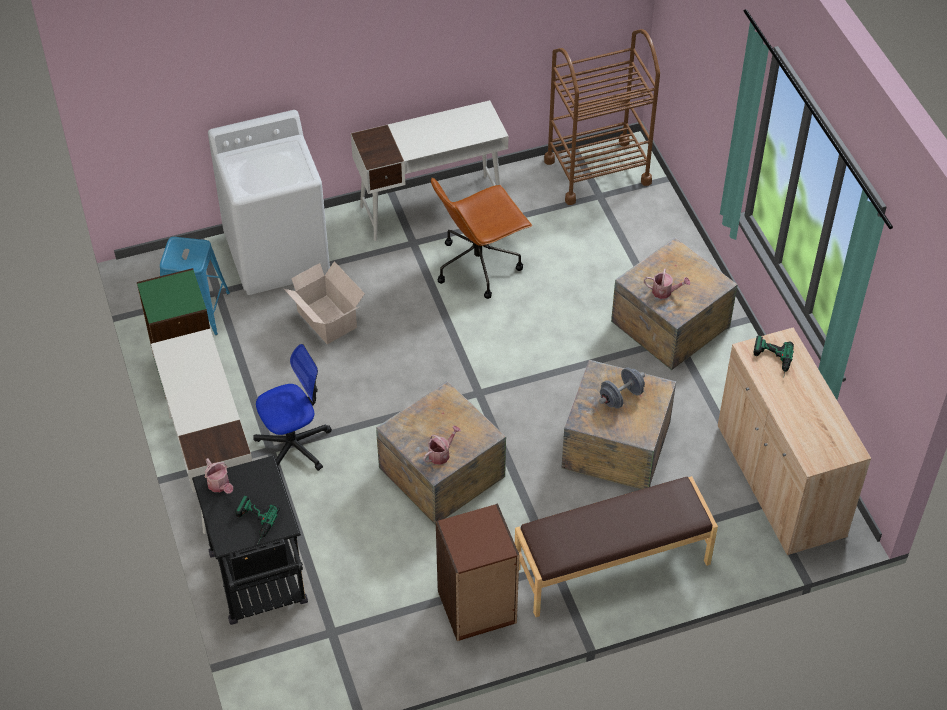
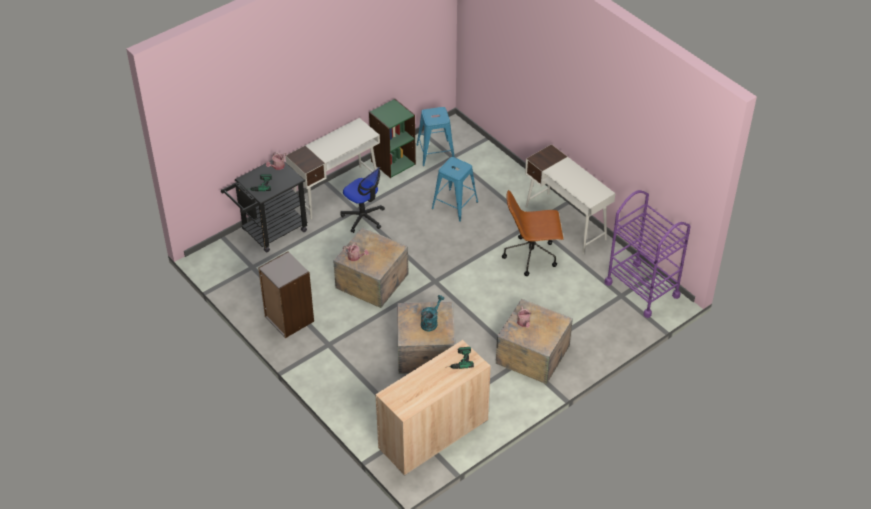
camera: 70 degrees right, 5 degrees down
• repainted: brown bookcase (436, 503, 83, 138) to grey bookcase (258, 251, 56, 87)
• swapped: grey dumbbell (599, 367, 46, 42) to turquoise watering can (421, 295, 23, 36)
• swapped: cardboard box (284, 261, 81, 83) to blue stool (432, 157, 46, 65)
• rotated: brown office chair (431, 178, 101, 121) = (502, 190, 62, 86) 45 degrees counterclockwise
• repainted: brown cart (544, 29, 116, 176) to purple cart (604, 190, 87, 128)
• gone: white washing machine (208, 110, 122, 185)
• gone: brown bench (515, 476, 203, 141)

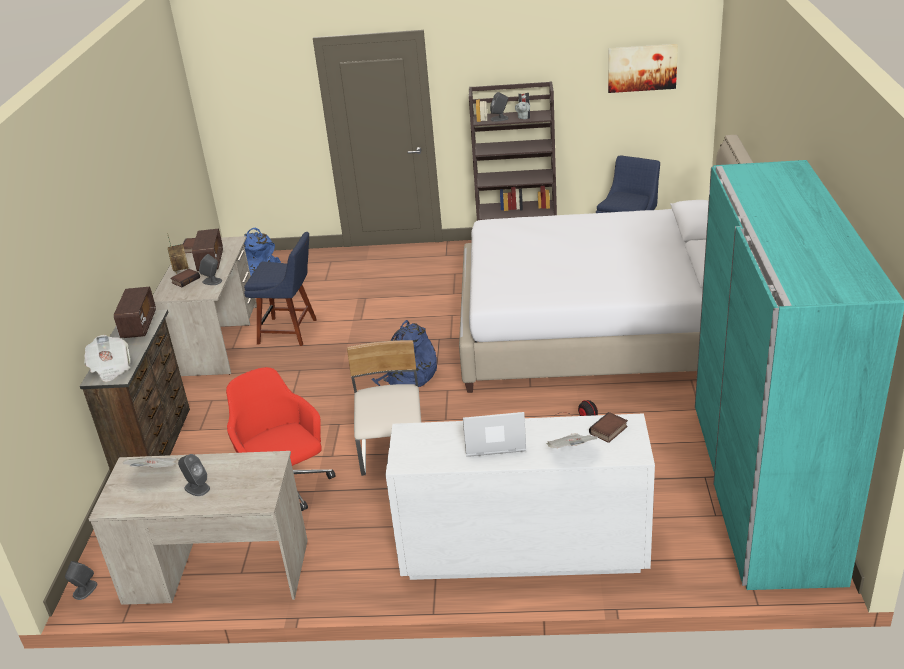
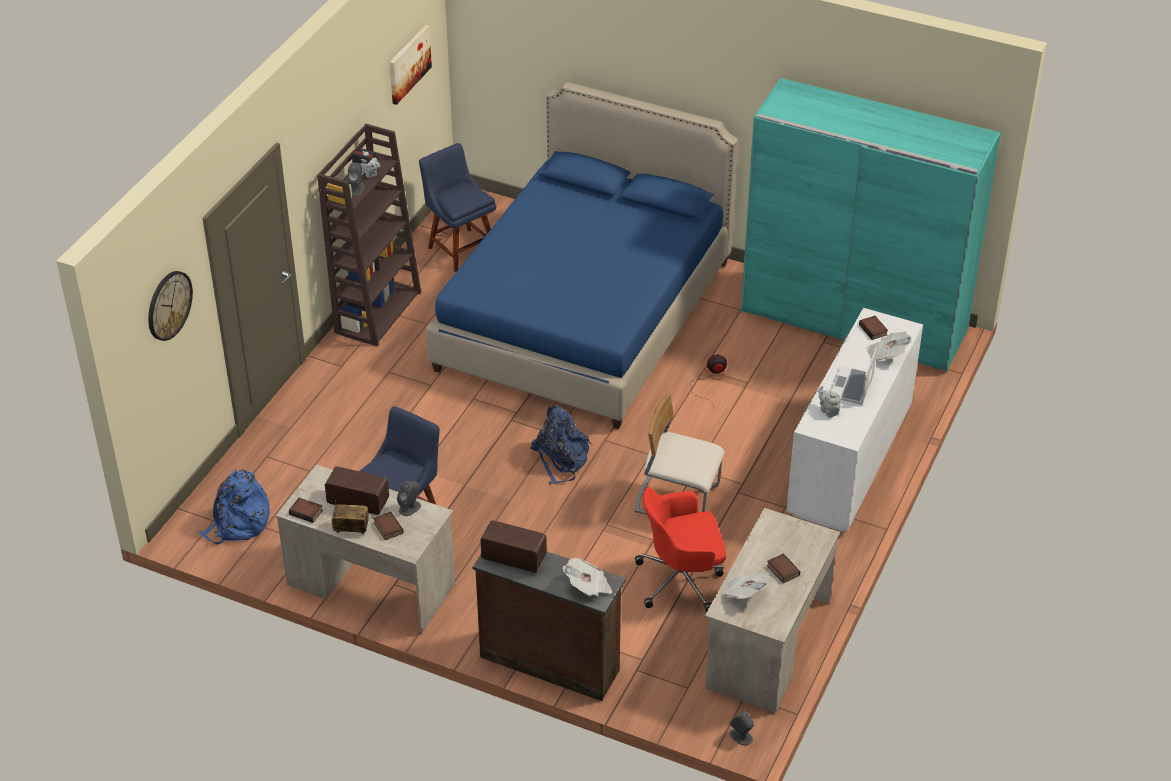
camera: 70 degrees left, 10 degrees up
• new: wall clock (148, 271, 45, 70)
• repainted: white bed (459, 135, 294, 258) to blue bed (426, 82, 312, 347)
• swapped: grey speaker (178, 454, 32, 42) to book (767, 553, 33, 30)
• new: grey teapot (818, 386, 23, 31)

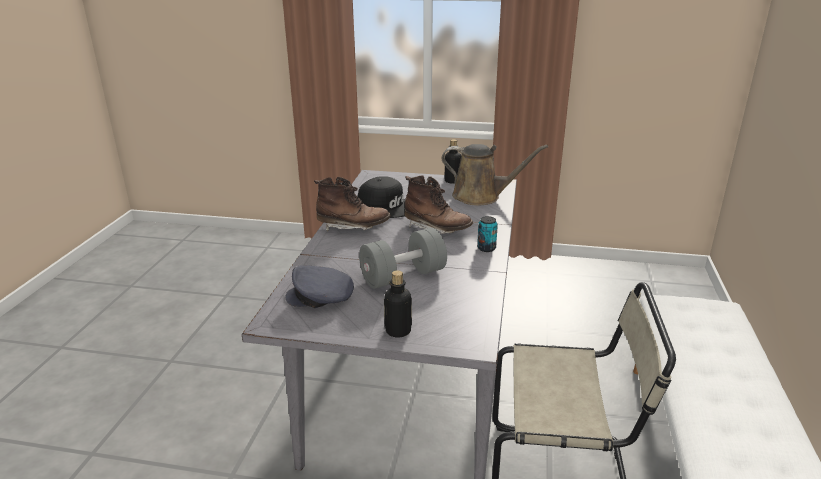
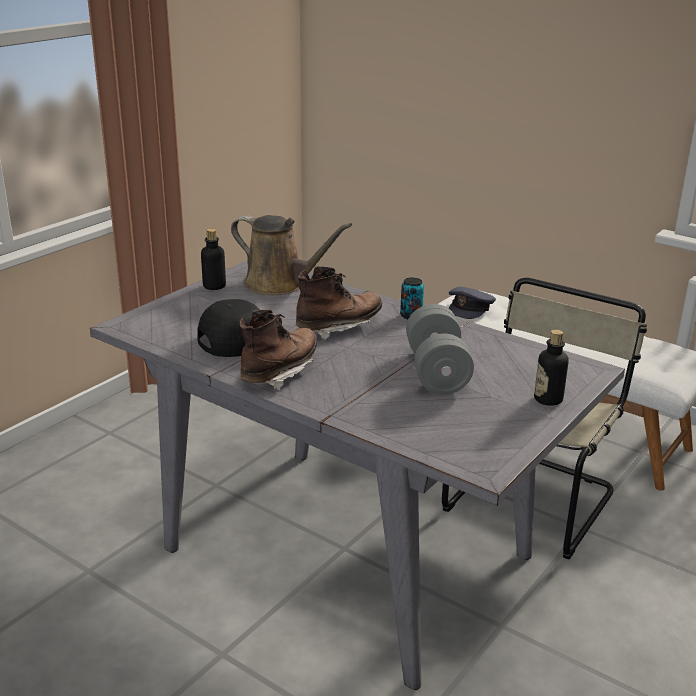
camera: 65 degrees left, 0 degrees up
• rotated: brown watering can (442, 144, 106, 61) = (231, 215, 121, 80) 75 degrees clockwise
• shifted: grey cap (285, 265, 69, 43) to (449, 287, 47, 32)

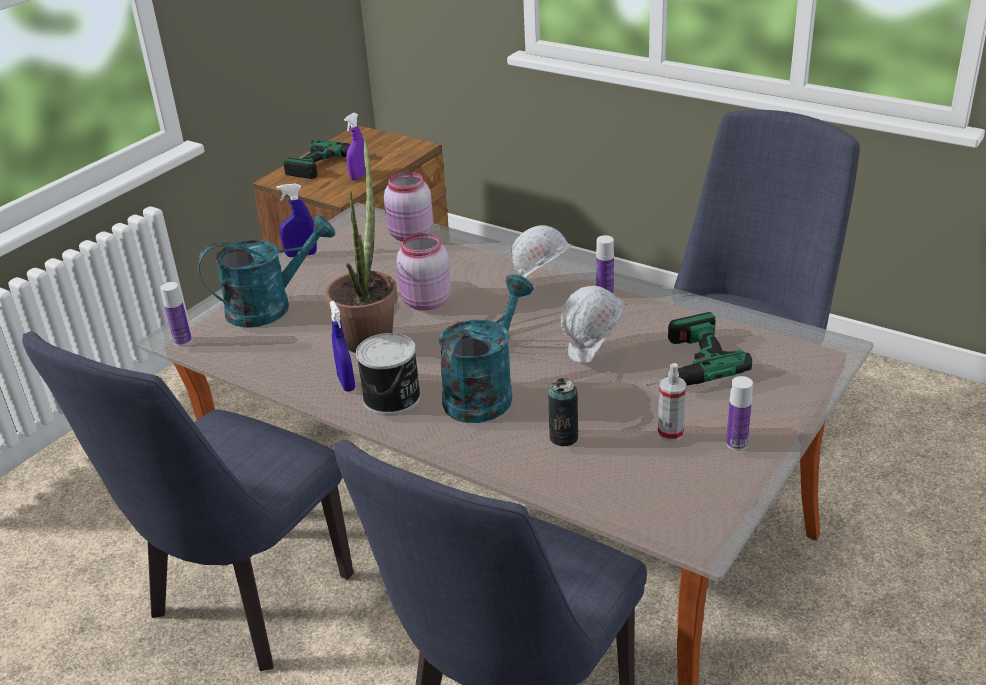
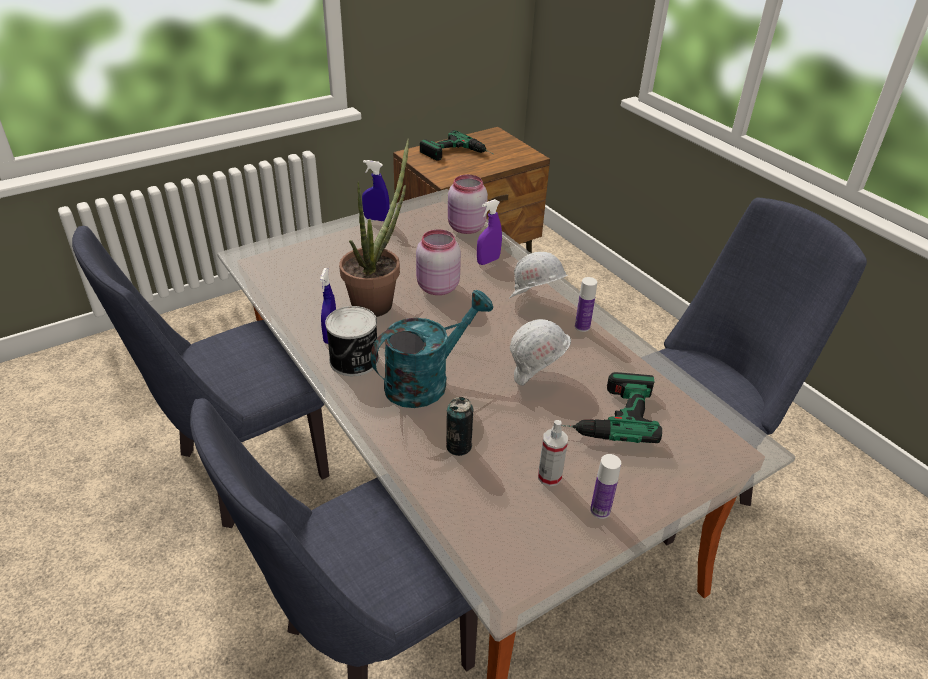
camera: 20 degrees right, 5 degrees up
• shifted: purple spray bottle (344, 113, 22, 67) to (477, 199, 25, 66)
• gone: bottle (160, 282, 32, 64)
• gone: turquoise watering can (197, 215, 138, 113)

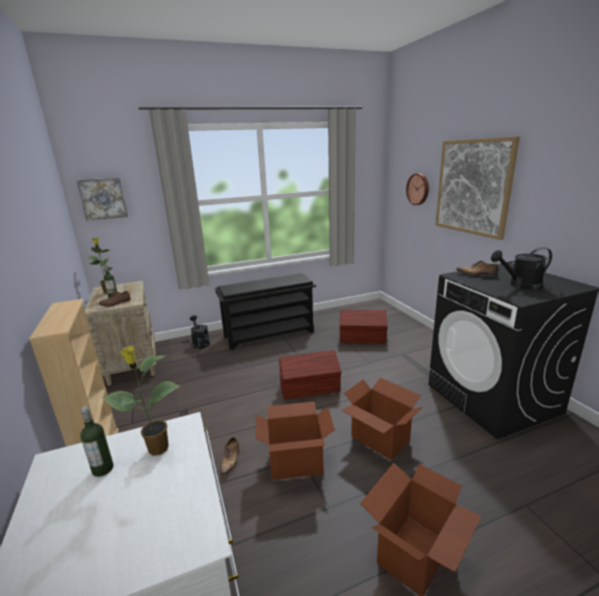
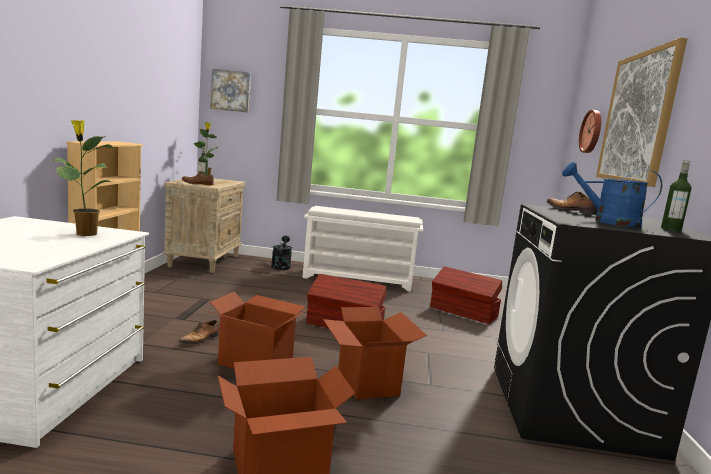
camera: 25 degrees right, 10 degrees down
• repainted: black shoe rack (215, 273, 101, 77) to white shoe rack (302, 206, 121, 86)
• repainted: black watering can (491, 247, 61, 43) to blue watering can (562, 161, 100, 67)
• shifted: bottle (80, 406, 34, 71) to (661, 160, 31, 71)

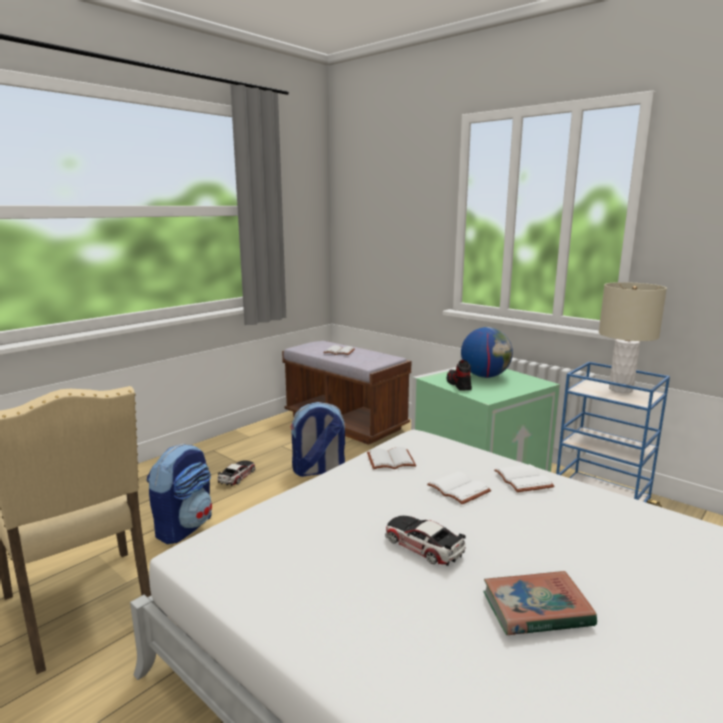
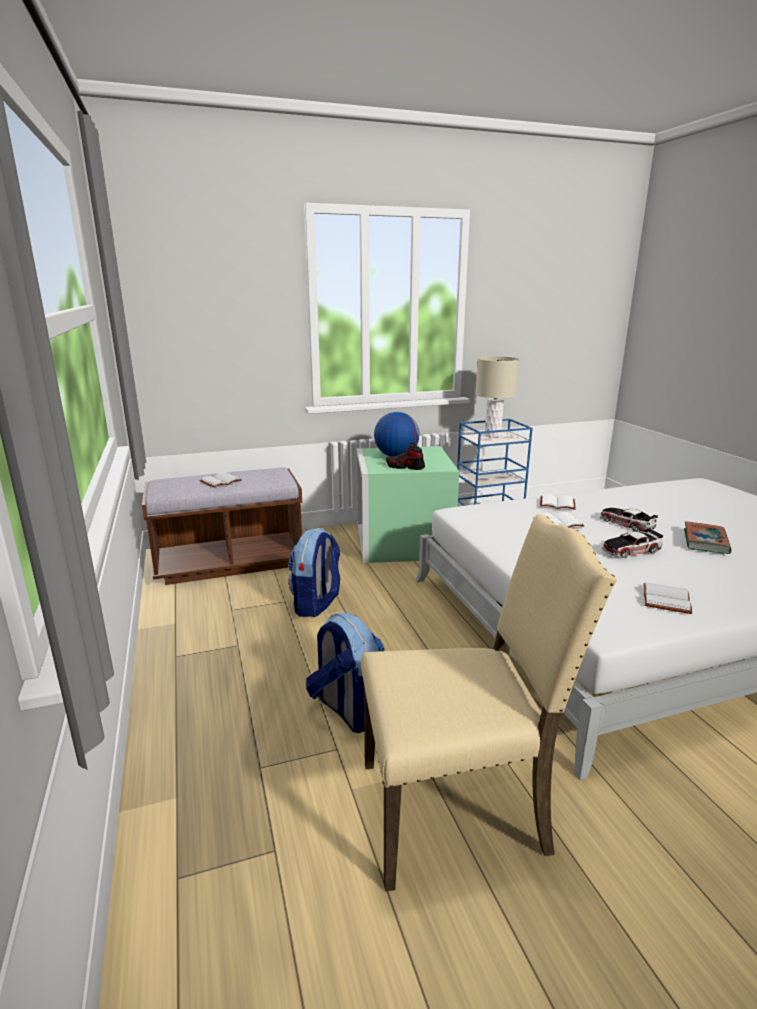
camera: 60 degrees left, 5 degrees up
• shifted: toy car (217, 460, 39, 26) to (600, 508, 58, 24)
• shifted: white book (367, 447, 49, 22) to (643, 582, 49, 32)

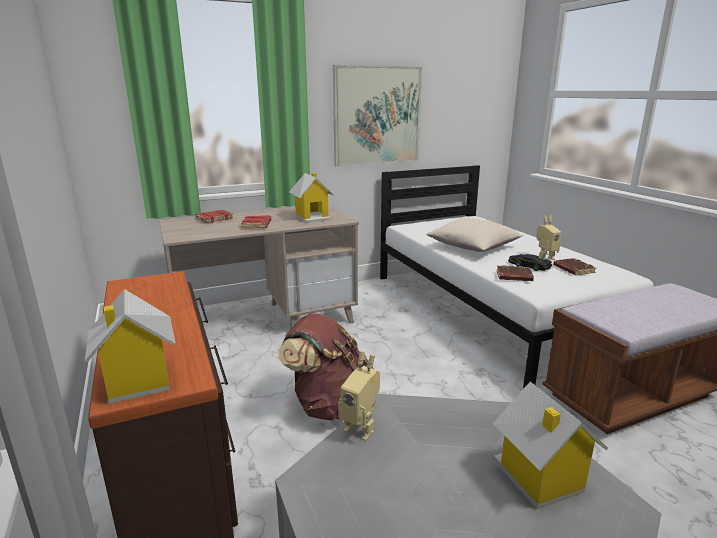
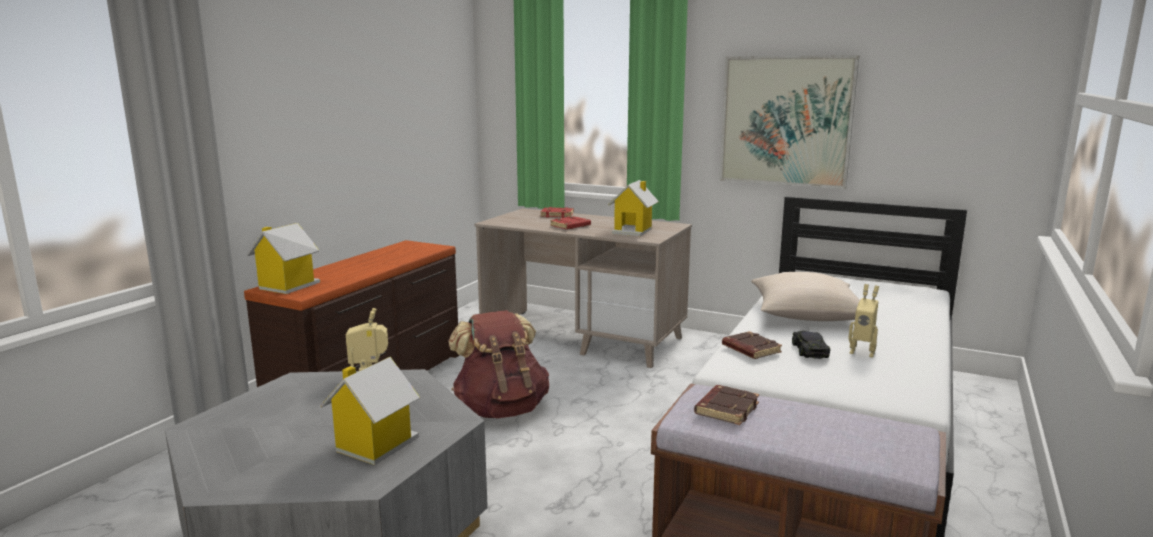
camera: 50 degrees right, 5 degrees down
• shifted: brown book (553, 258, 43, 17) to (694, 385, 65, 40)

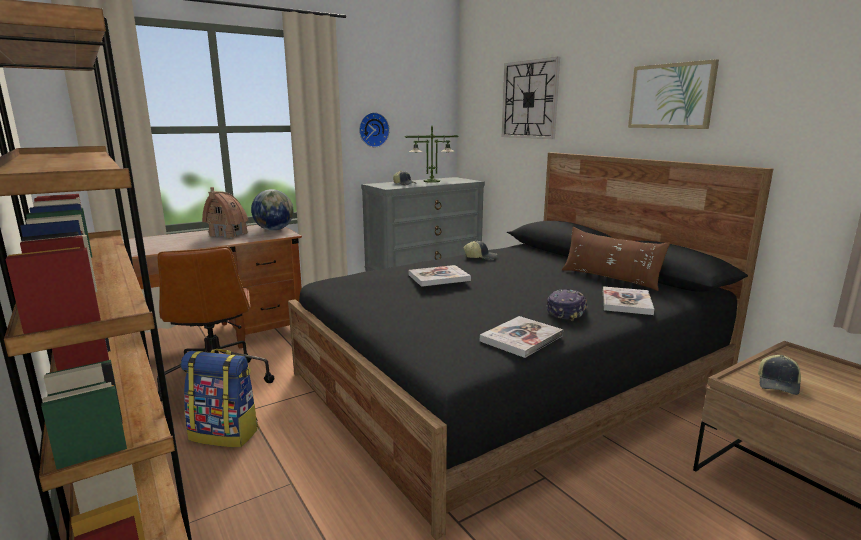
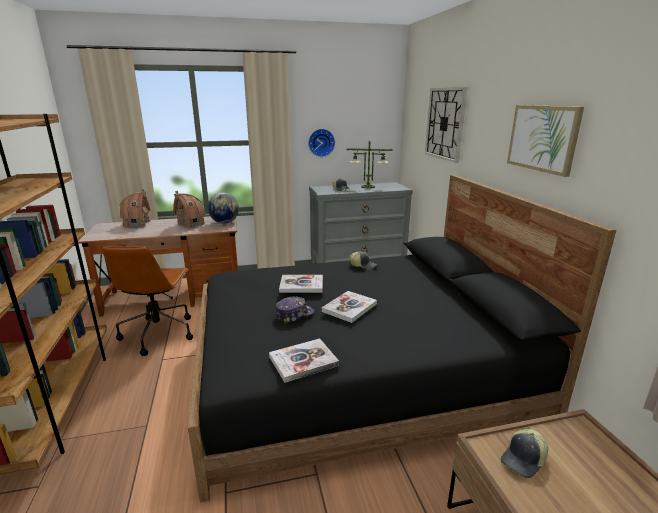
camera: 20 degrees right, 5 degrees up
• new: toy house (119, 189, 32, 39)
• shifted: cap (546, 289, 42, 32) to (276, 297, 38, 27)
• shifted: book (603, 286, 51, 29) to (322, 291, 55, 32)
• gone: backpack (181, 349, 77, 98)
• gone: brown pillow (562, 227, 108, 64)

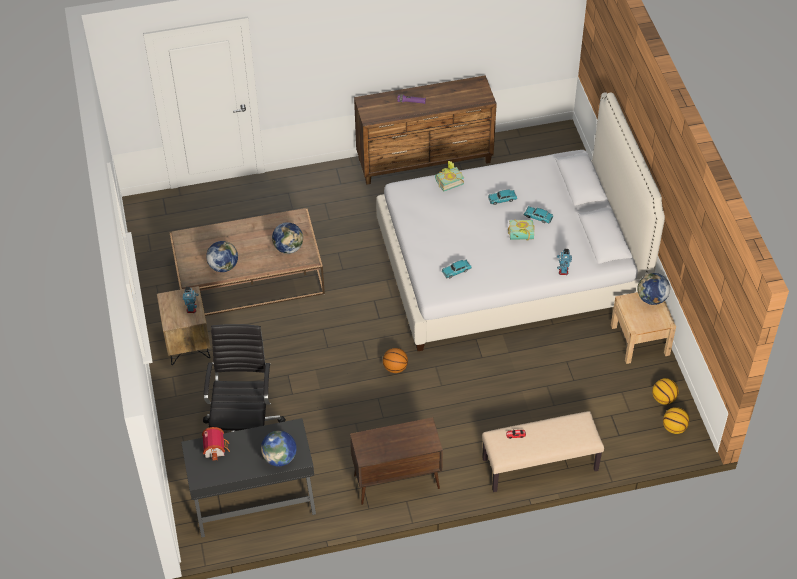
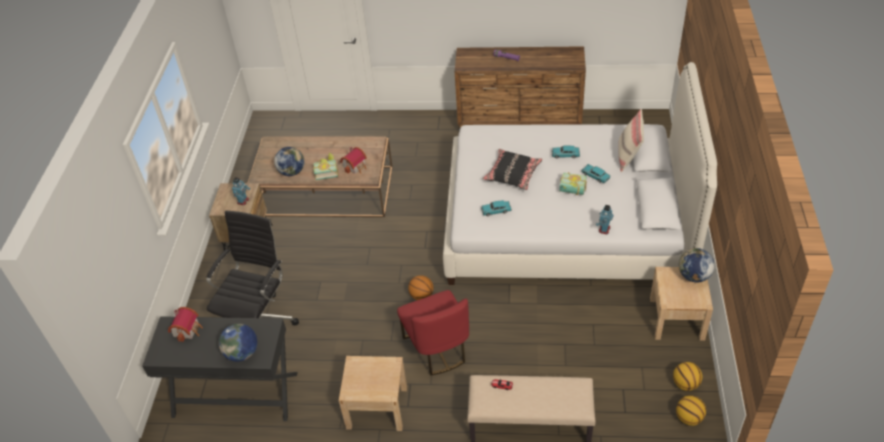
camera: 20 degrees right, 5 degrees down
• shifted: book (435, 161, 29, 31) to (313, 153, 26, 27)
• swapped: brown cabinet (350, 417, 93, 88) to beige nightstand (339, 356, 68, 75)
• swapped: globe (272, 222, 31, 32) to toy house (340, 147, 27, 27)
• new: red chair (397, 290, 72, 86)
• new: black pillow (483, 149, 59, 41)
• new: beige pillow (618, 109, 26, 63)

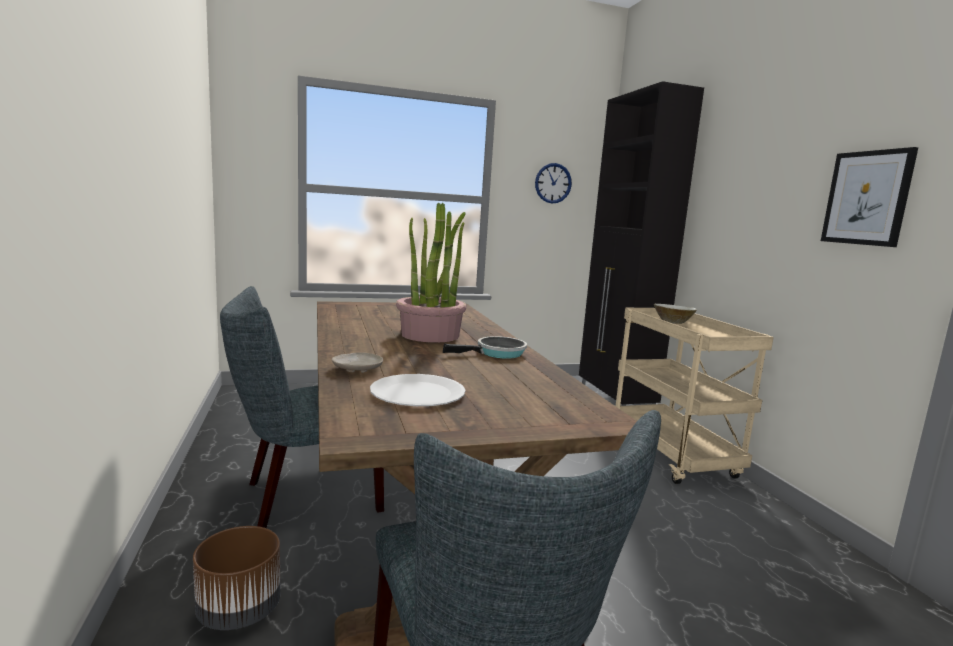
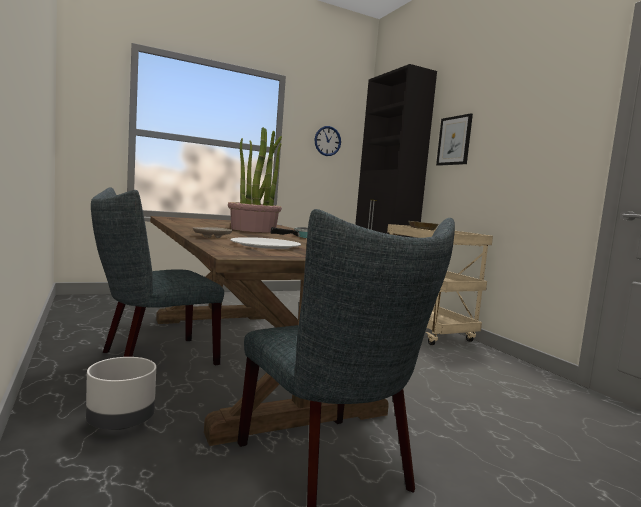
camera: 10 degrees left, 5 degrees down
• repainted: brown planter (193, 526, 88, 104) to grey planter (86, 357, 70, 73)
• shifted: picture (821, 147, 97, 100) to (436, 113, 37, 53)

